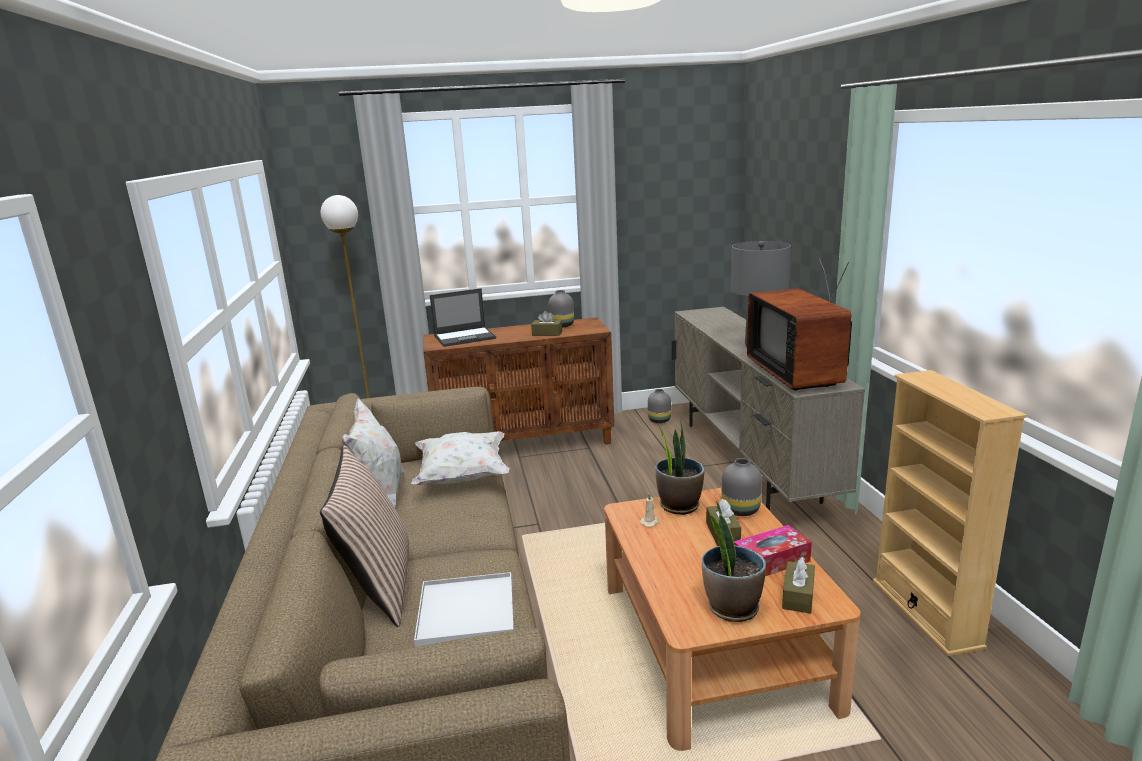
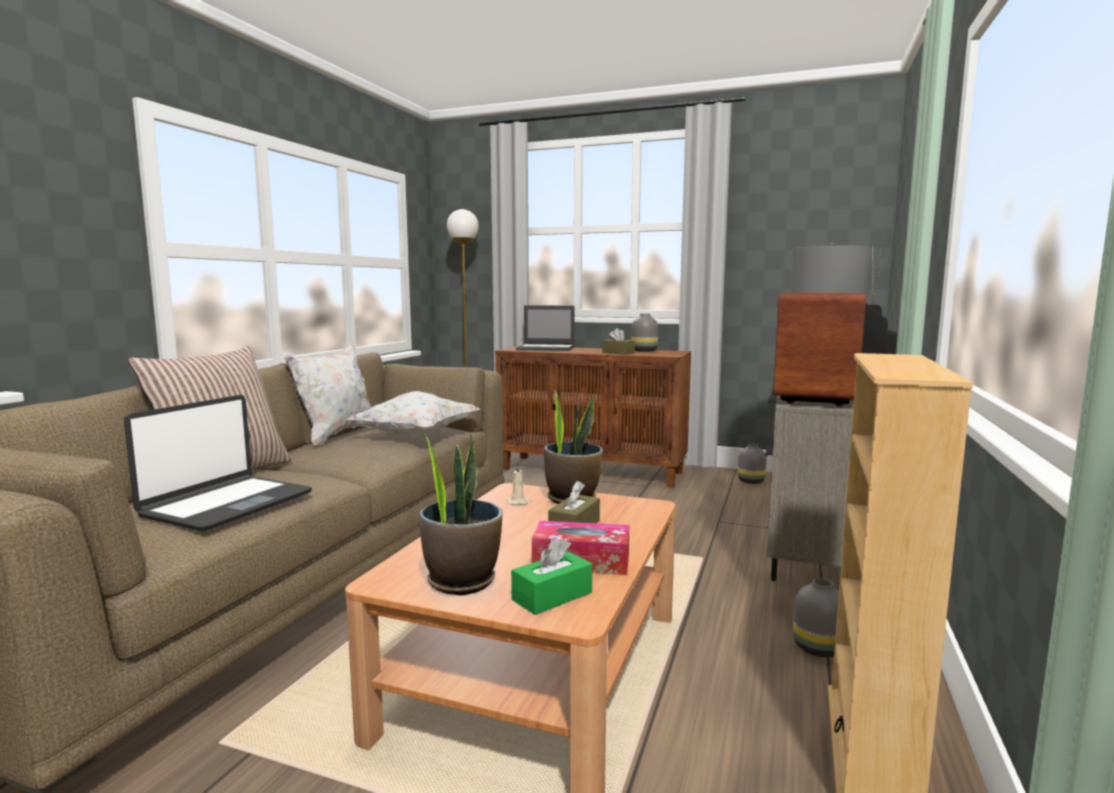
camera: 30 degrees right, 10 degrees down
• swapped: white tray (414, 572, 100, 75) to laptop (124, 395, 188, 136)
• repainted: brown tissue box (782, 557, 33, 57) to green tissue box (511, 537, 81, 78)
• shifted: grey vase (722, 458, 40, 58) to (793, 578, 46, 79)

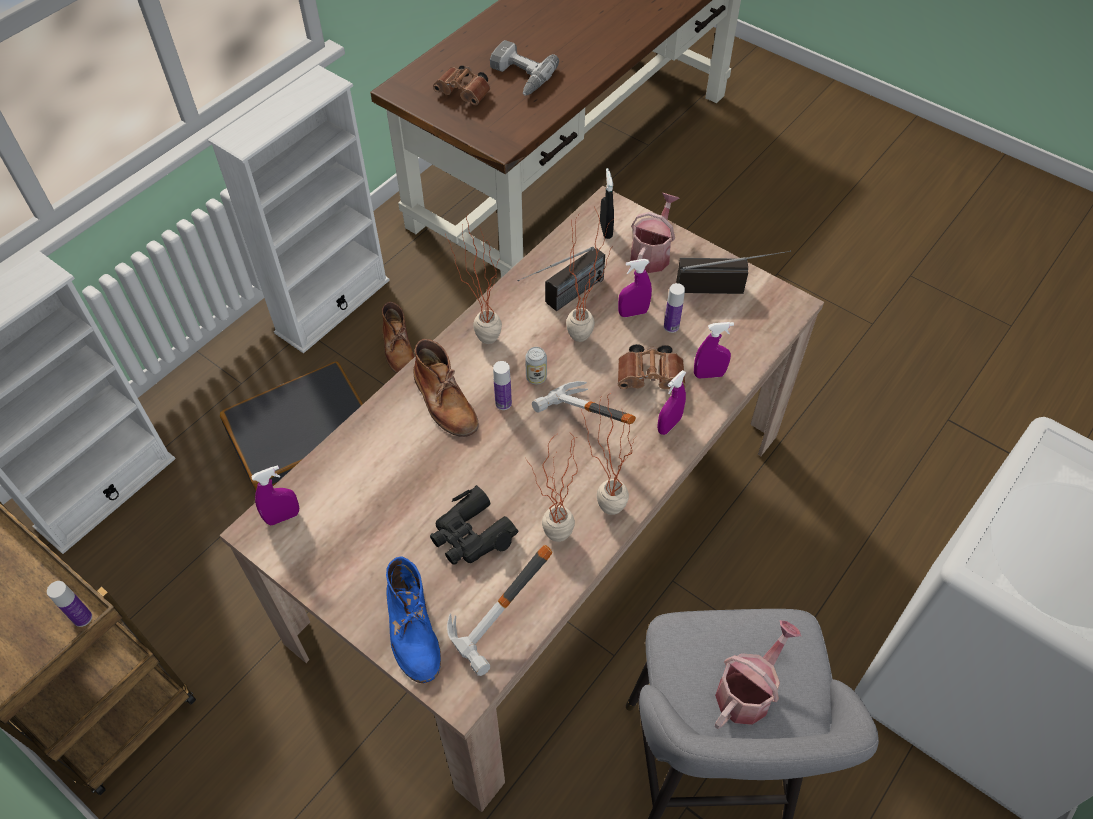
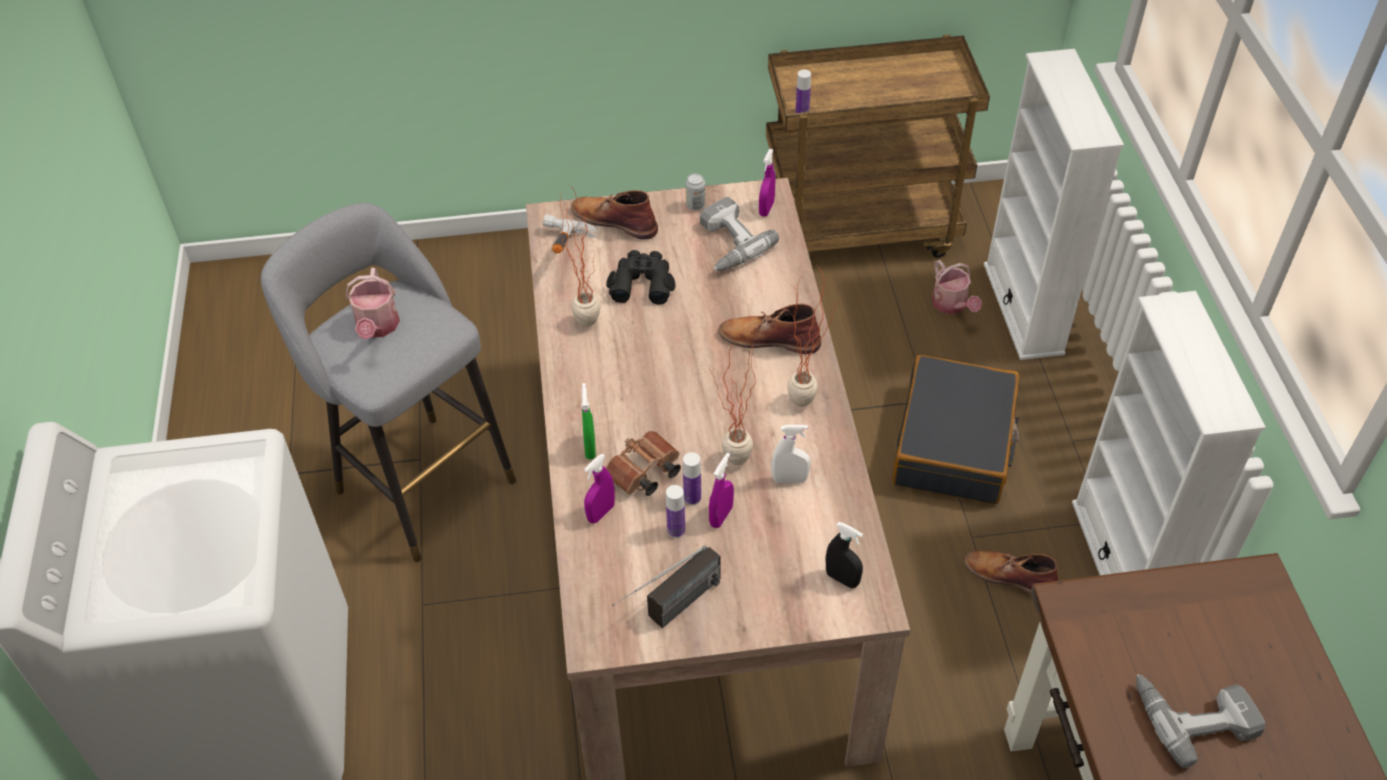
camera: 135 degrees right, 5 degrees down
• repainted: blue boot (386, 557, 55, 126) to brown boot (571, 190, 87, 50)
• repainted: purple spray bottle (657, 370, 29, 65) to green spray bottle (582, 383, 14, 77)
• shifted: bottle (493, 361, 19, 49) to (683, 452, 18, 53)
• shifted: can (525, 347, 22, 37) to (686, 173, 19, 38)
• new: power drill (700, 197, 79, 74)
• swapped: radio (517, 247, 88, 64) to white spray bottle (772, 425, 39, 58)
• shifted: watering can (630, 193, 49, 80) to (932, 260, 50, 54)
• gone: brown binoculars (433, 66, 57, 39)
• gone: hammer (532, 381, 104, 43)
• gone: potted plant (581, 394, 55, 121)

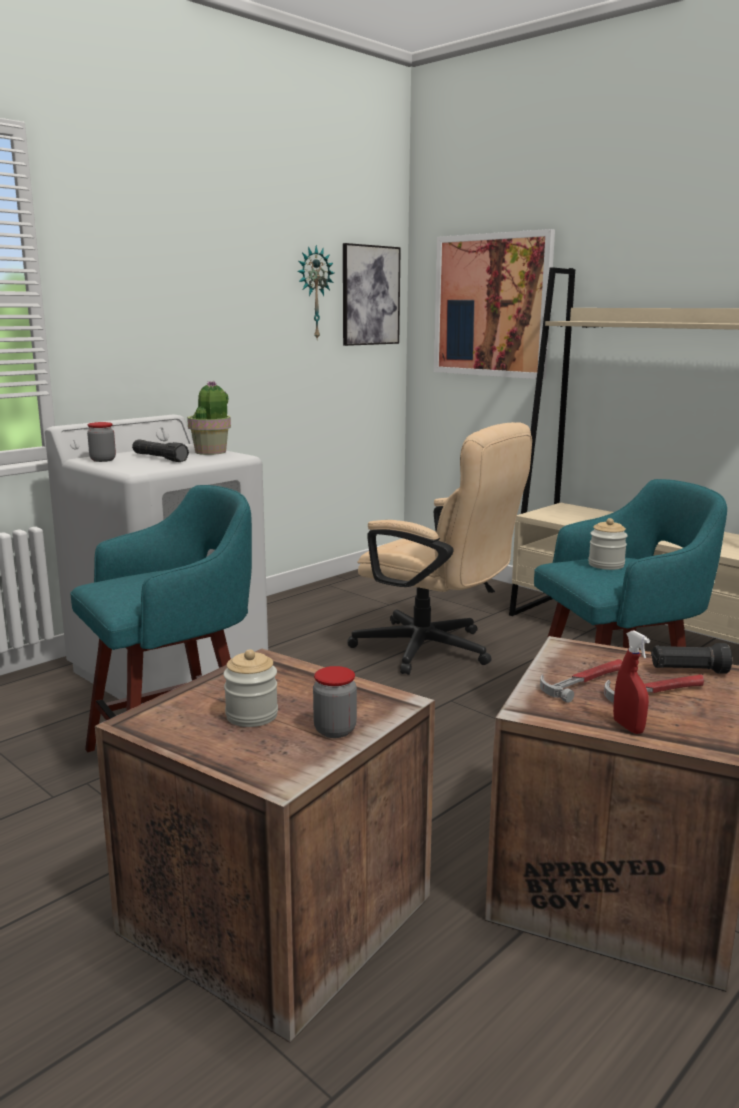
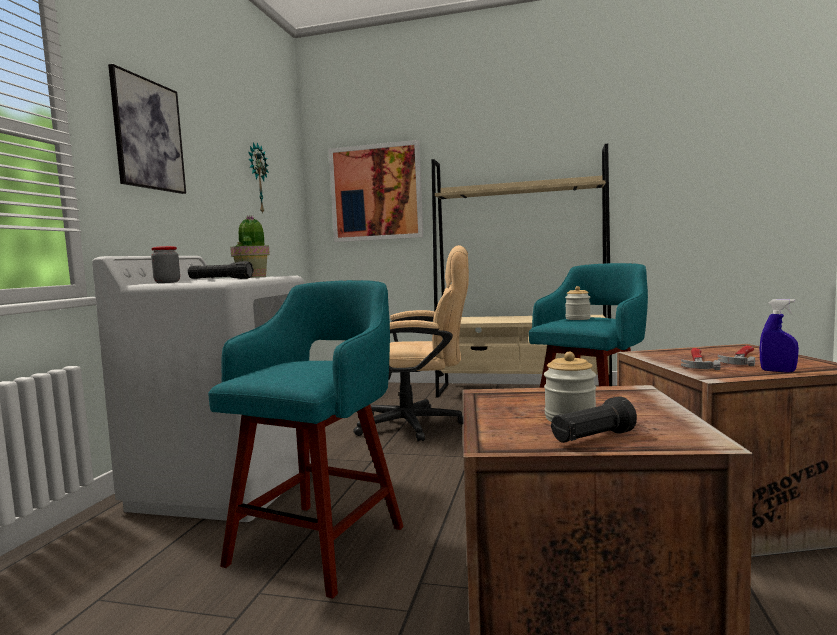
camera: 30 degrees left, 10 degrees down
• shifted: picture (343, 243, 58, 103) to (108, 64, 78, 130)
• shifted: black flashlight (651, 643, 81, 31) to (551, 396, 86, 47)
• repainted: red spray bottle (613, 630, 37, 104) to blue spray bottle (760, 299, 39, 74)
• gone: jar (313, 666, 44, 72)

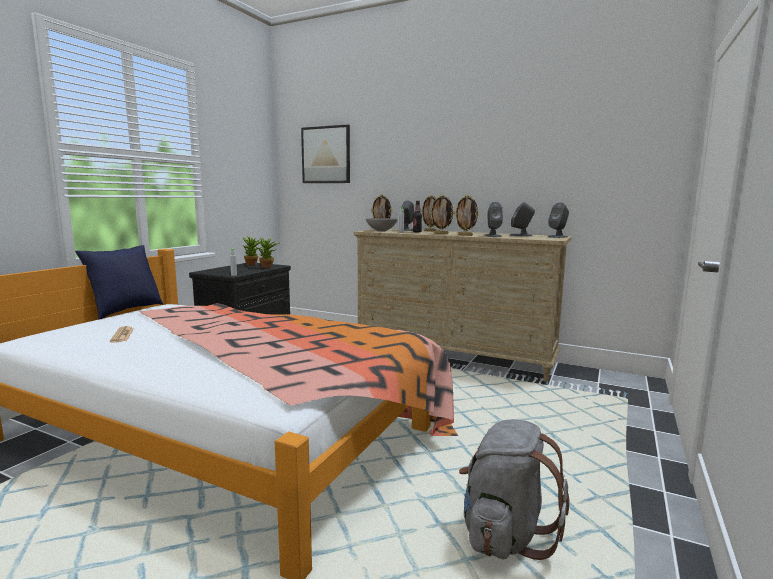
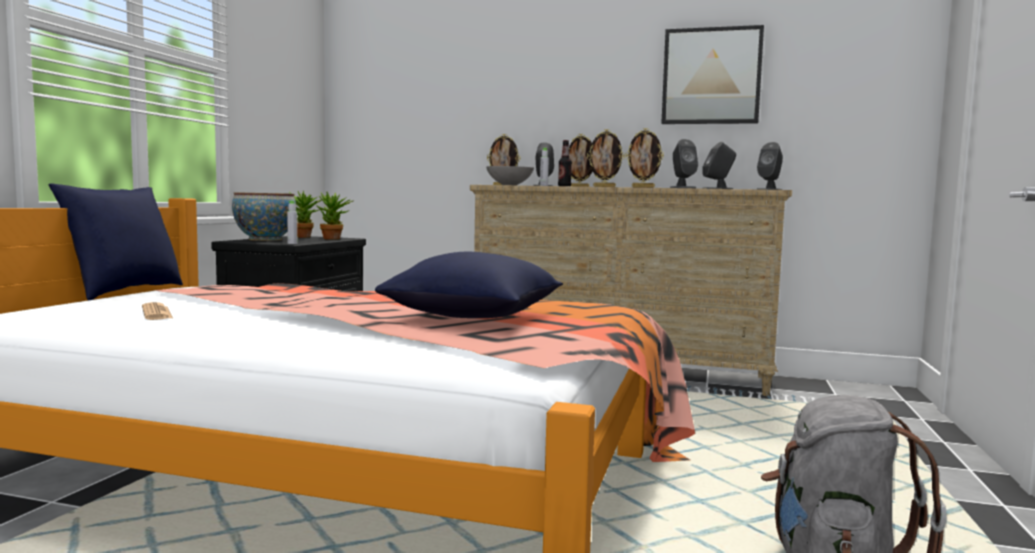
camera: 10 degrees left, 5 degrees down
• new: bowl (232, 192, 64, 49)
• new: blue pillow (375, 252, 188, 66)
• shifted: picture (301, 125, 49, 58) to (661, 25, 103, 99)

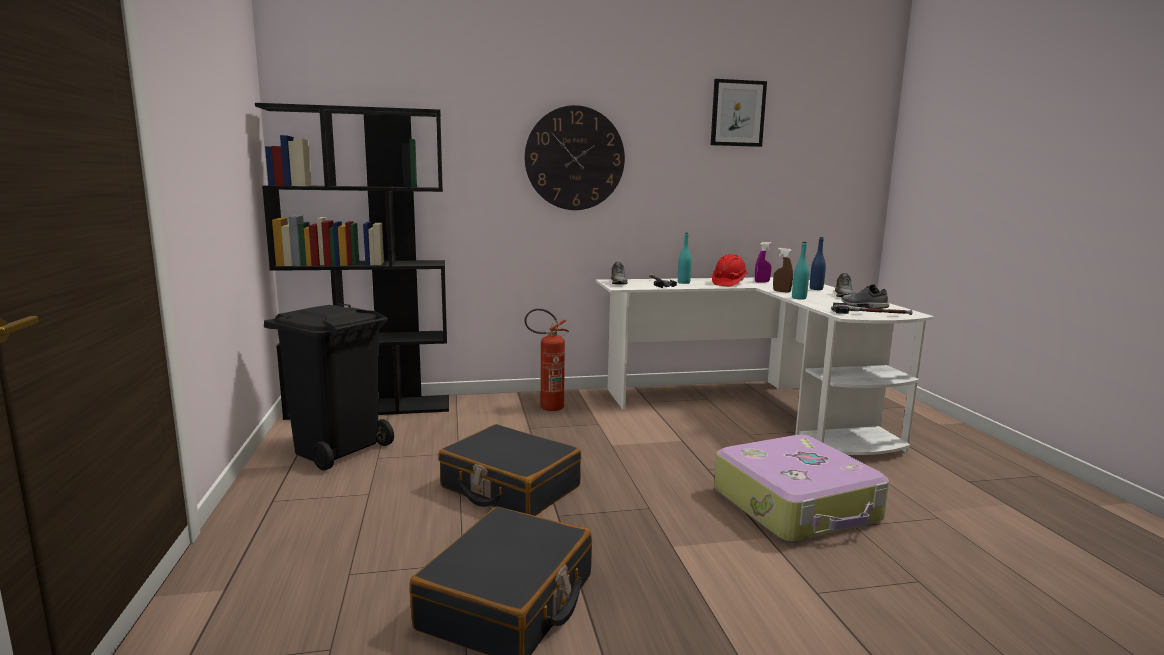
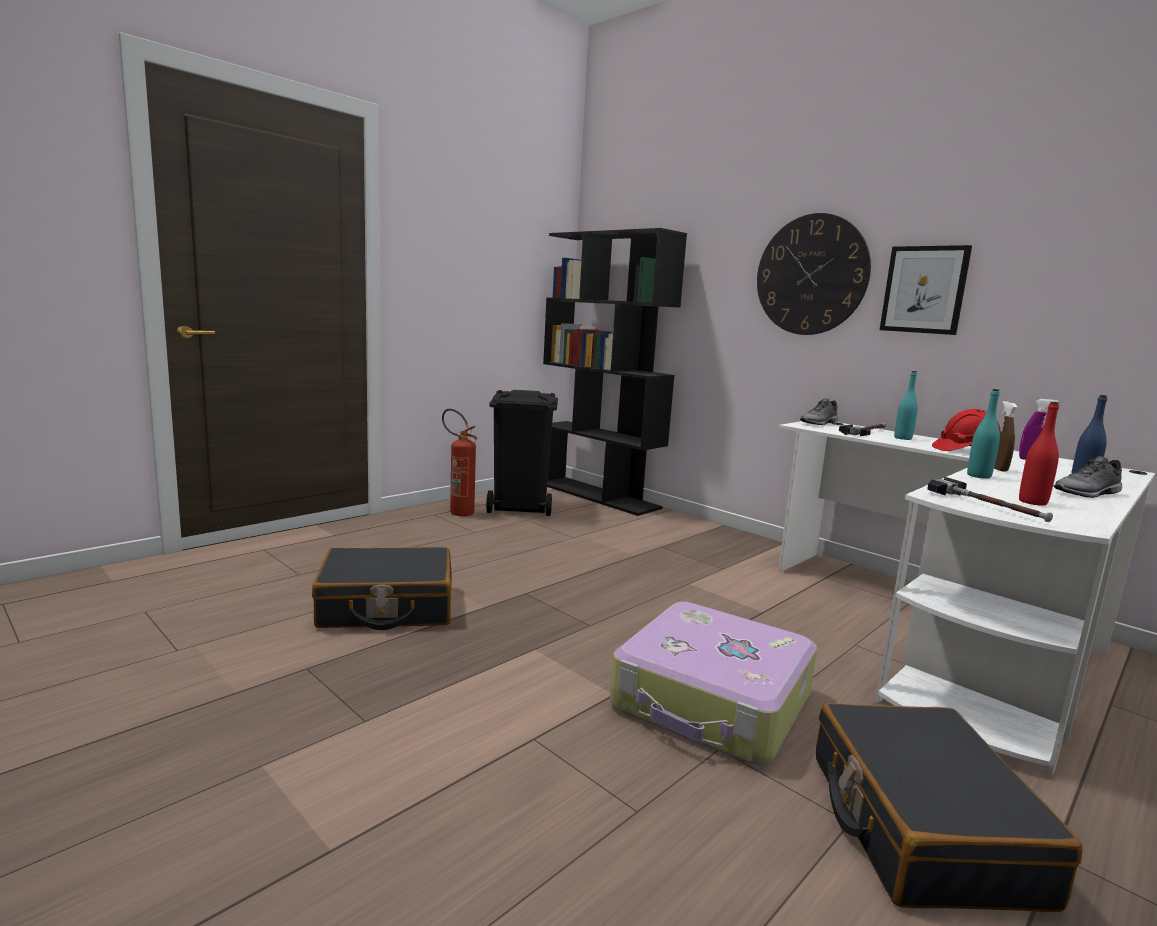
camera: 55 degrees right, 0 degrees up
• shifted: fire extinguisher (525, 308, 44, 103) to (442, 409, 36, 107)
• shifted: black suitcase (438, 424, 143, 92) to (816, 703, 267, 209)
• shifted: picture (711, 79, 56, 68) to (880, 245, 92, 90)
• swapped: grey shoe (841, 284, 48, 25) to red bottle (1019, 402, 40, 104)

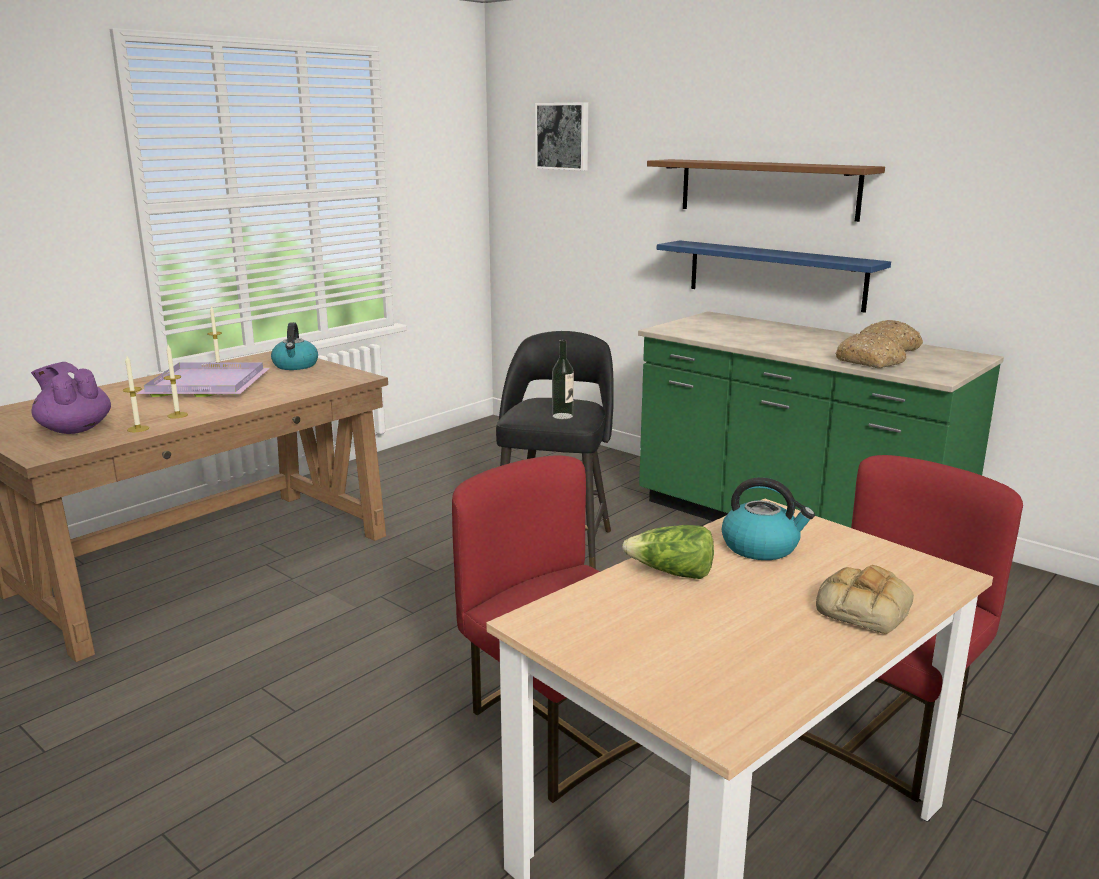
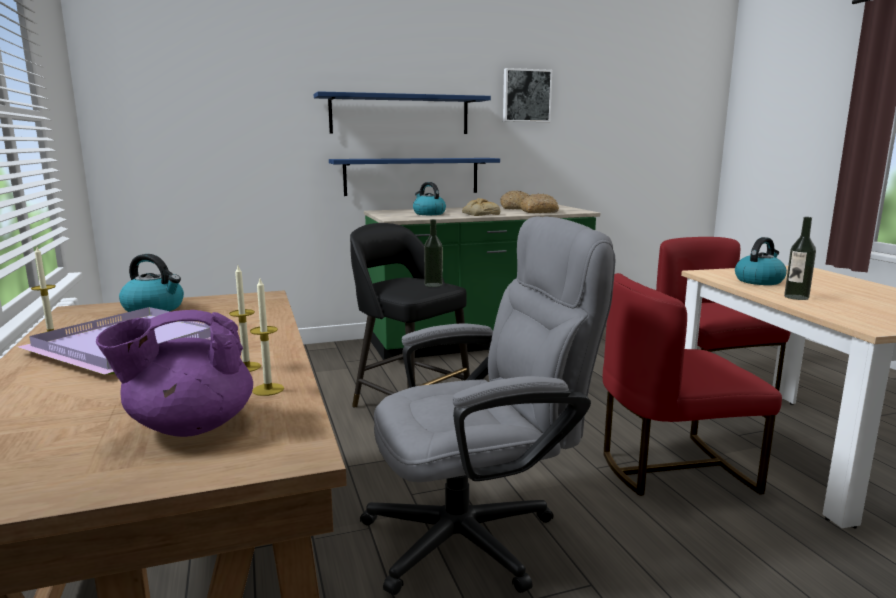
camera: 60 degrees left, 5 degrees down
• repainted: brown shelf (647, 159, 238, 63) to blue shelf (314, 91, 177, 43)
• new: grey office chair (360, 216, 256, 379)
• new: kettle (413, 182, 33, 33)
• shifted: bread (816, 565, 98, 69) to (462, 198, 38, 18)
• shifted: picture (535, 102, 53, 69) to (503, 68, 49, 54)
• swapped: lettuce (622, 525, 92, 54) to bottle (784, 217, 32, 83)

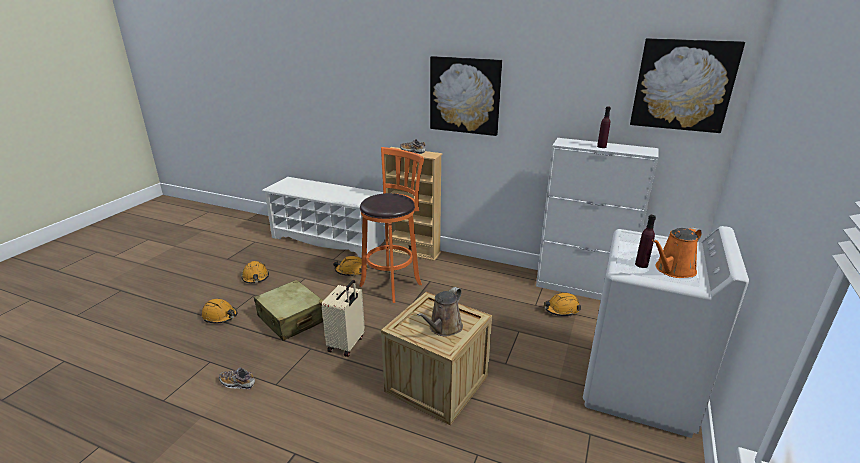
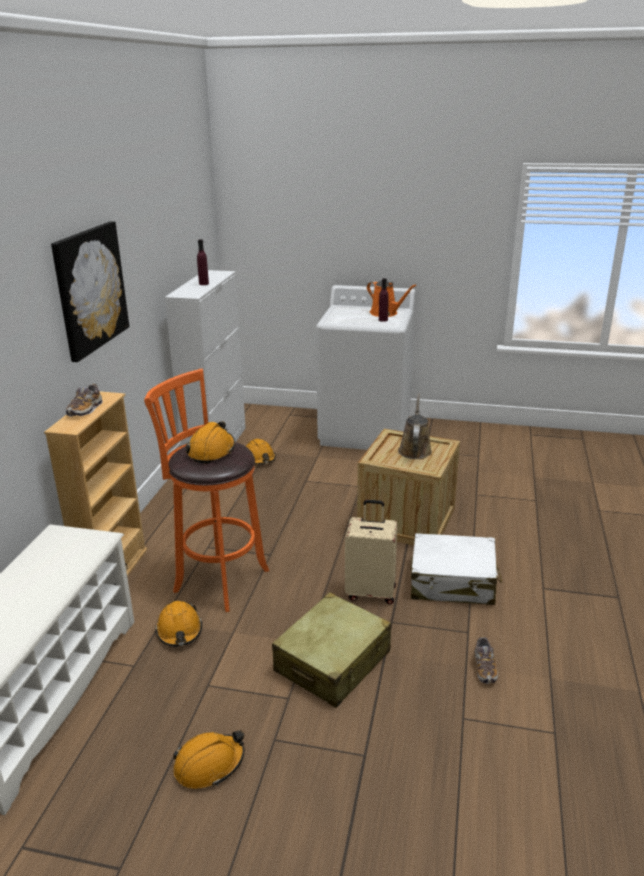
camera: 100 degrees left, 0 degrees up
• shifted: orange hard hat (202, 299, 35, 25) to (185, 421, 50, 42)
• rotated: brown watering can (417, 287, 46, 50) = (398, 394, 34, 65) 105 degrees counterclockwise
• new: white suitcase (410, 533, 92, 72)
• gone: picture (630, 38, 115, 95)

